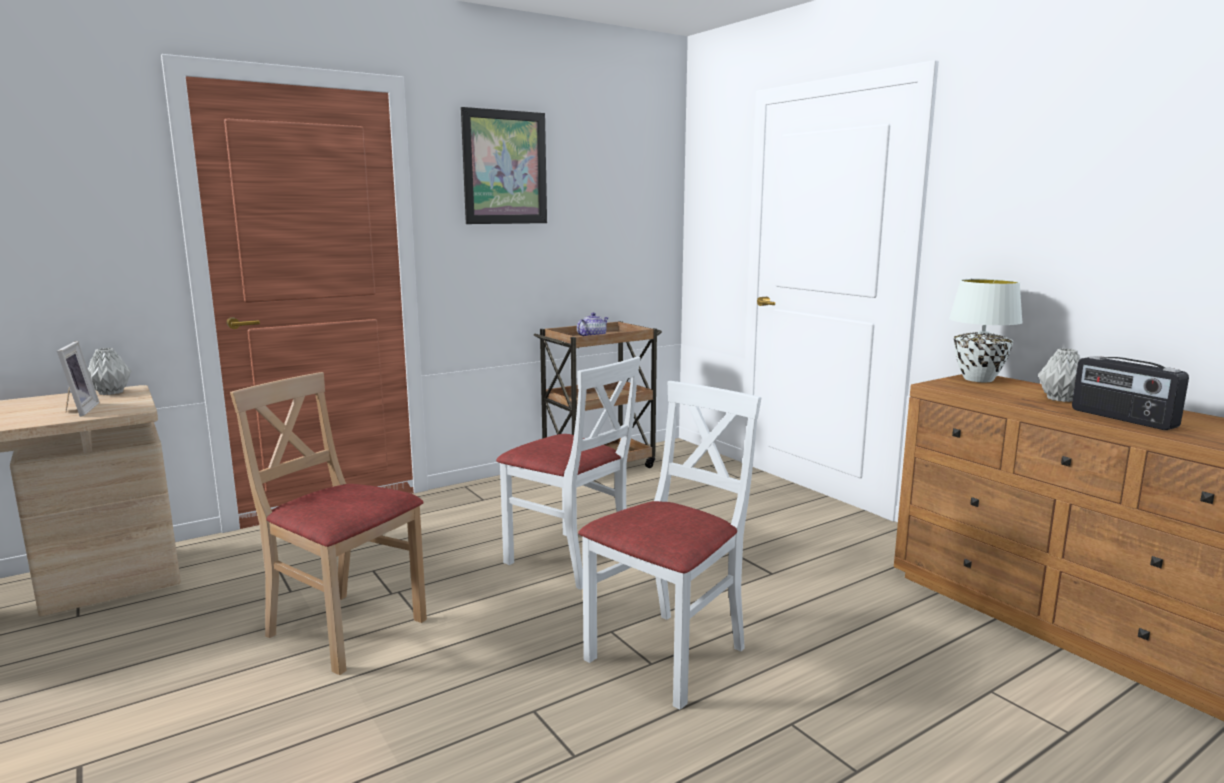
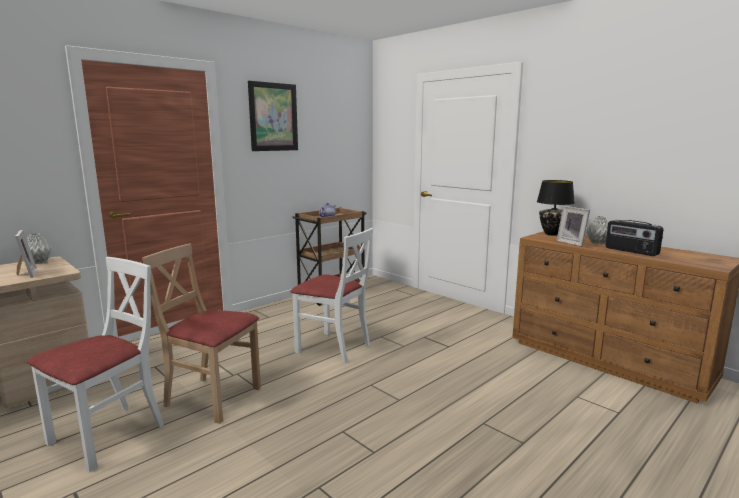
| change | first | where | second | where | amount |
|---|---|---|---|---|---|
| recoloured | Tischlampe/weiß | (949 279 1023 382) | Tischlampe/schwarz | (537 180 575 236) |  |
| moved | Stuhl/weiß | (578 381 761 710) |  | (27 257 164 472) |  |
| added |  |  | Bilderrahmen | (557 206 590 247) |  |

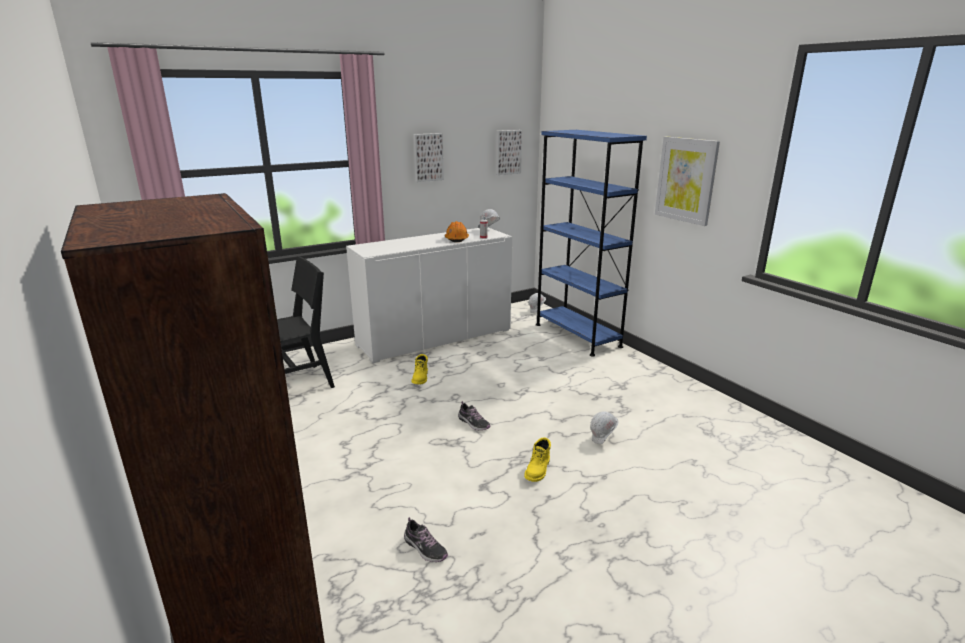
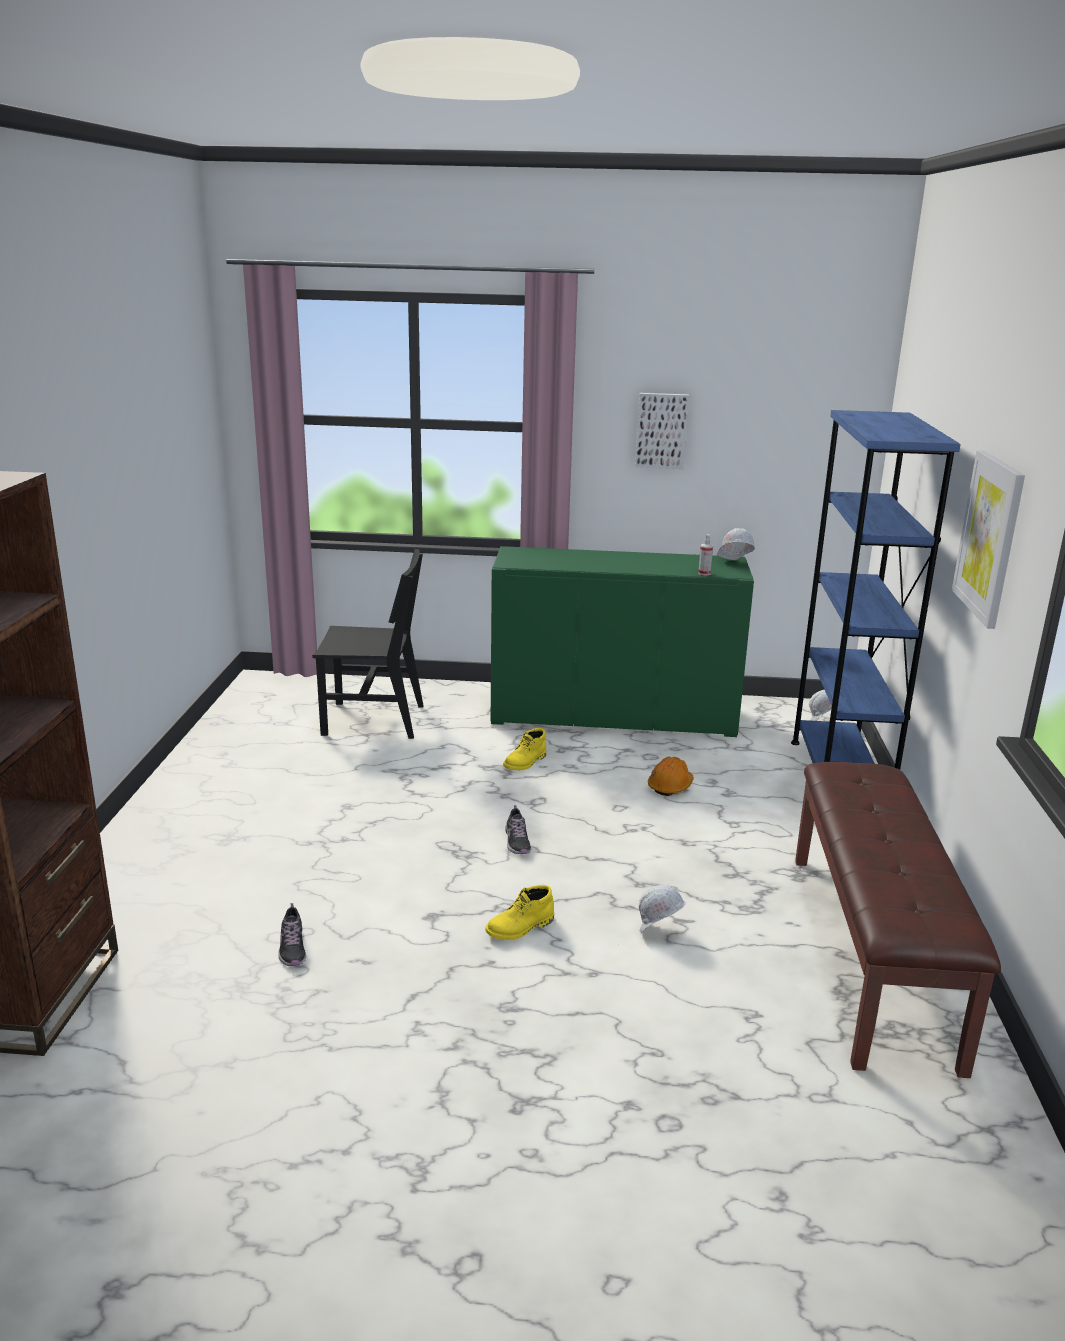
| change | first | where | second | where | amount |
|---|---|---|---|---|---|
| removed | Bild | (496 130 522 175) |  |  |  |
| moved | Schutzhelm/orange | (445 221 469 242) |  | (648 757 694 796) |  |
| recoloured | Schrank/weiß | (346 228 512 363) | Schrank/grün | (491 546 754 737) |  |
| added |  |  | Bank/braun | (795 762 1001 1078) |  |

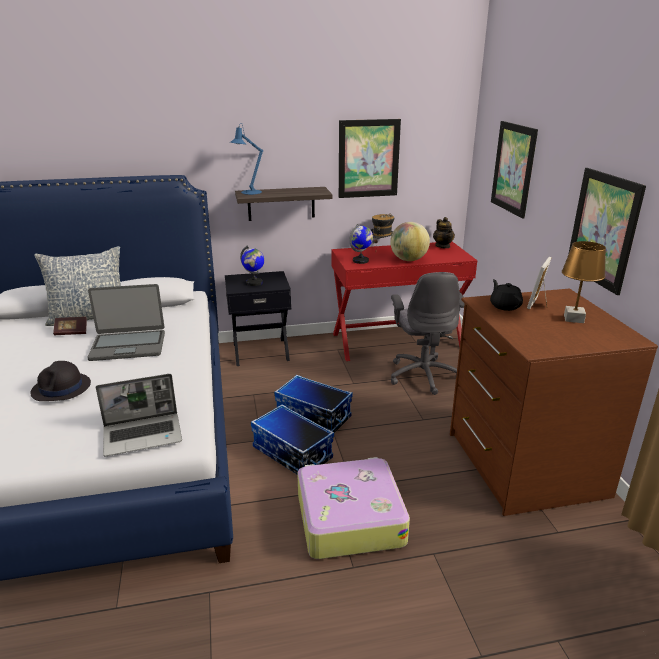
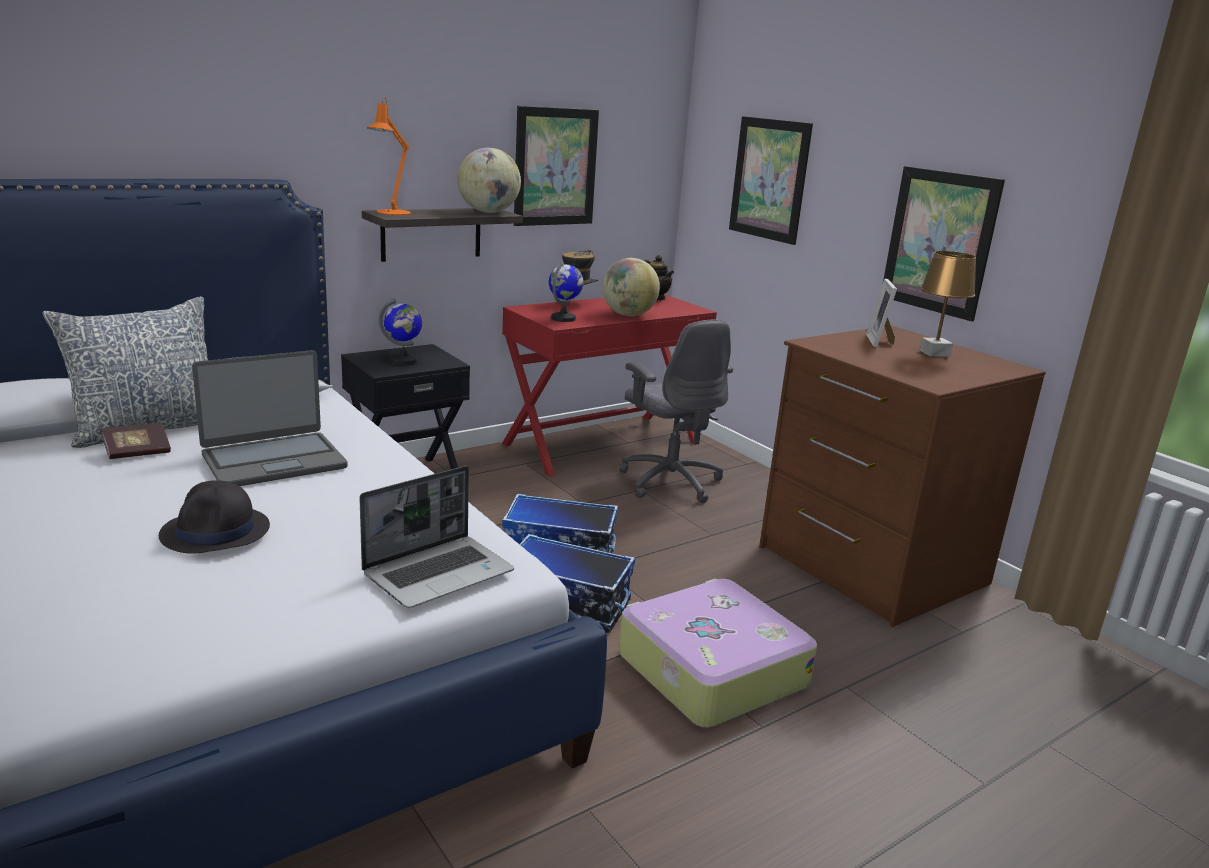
| change | first | where | second | where | amount |
|---|---|---|---|---|---|
| recoloured | Tischlampe/blau | (230 123 263 195) | Tischlampe/orange | (367 97 411 215) |  |
| removed | Teekanne/schwarz | (490 279 523 311) |  |  |  |
| added |  |  | Globus | (458 148 521 213) |  |

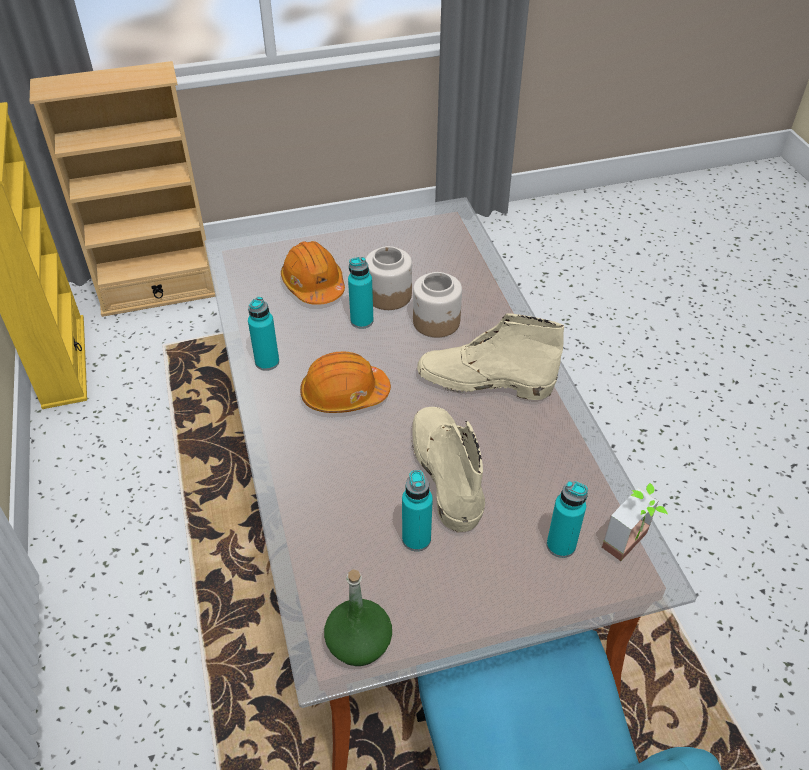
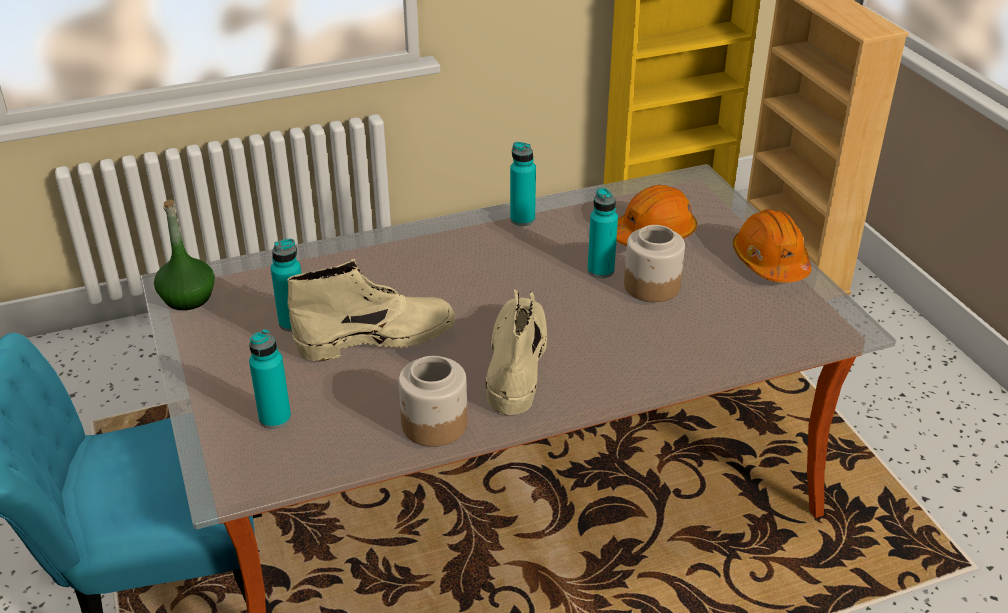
| change | first | where | second | where | amount |
|---|---|---|---|---|---|
| moved | Vorratsglas | (413 272 462 337) |  | (399 356 468 447) |  |
| moved | Schutzhelm/orange | (300 351 391 413) |  | (733 209 812 283) |  |
| removed | Topfpflanze | (602 483 668 561) |  |  |  |

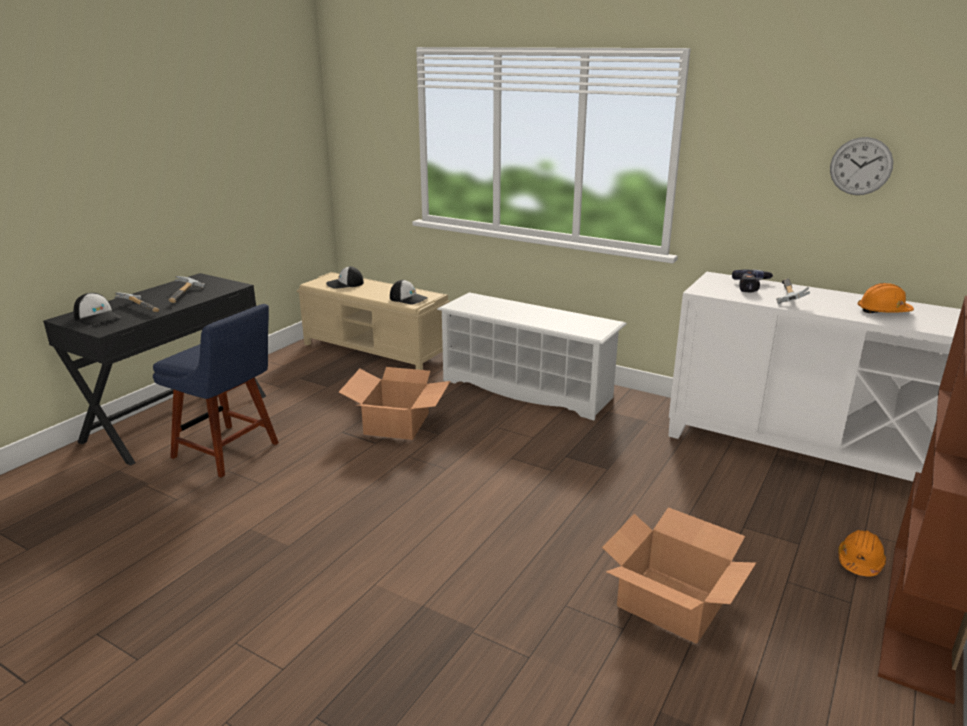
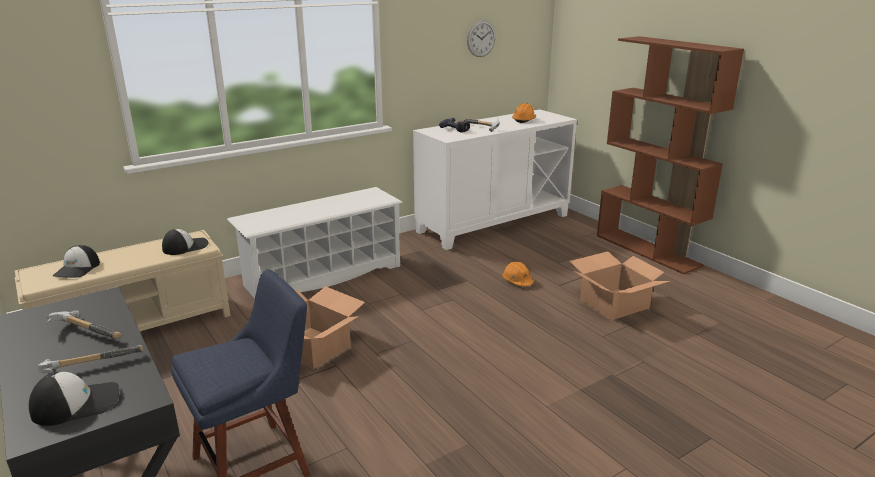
| change | first | where | second | where | amount |
|---|---|---|---|---|---|
| moved | Schutzhelm/orange | (838 530 886 577) |  | (502 262 534 286) |  |

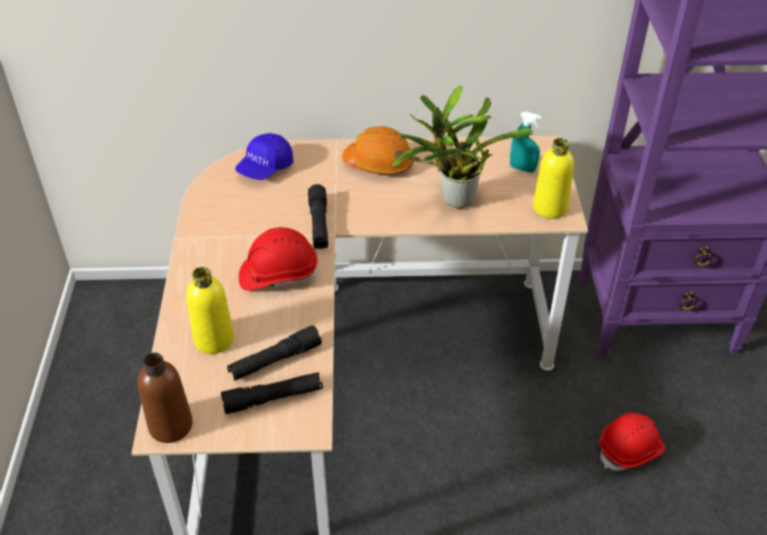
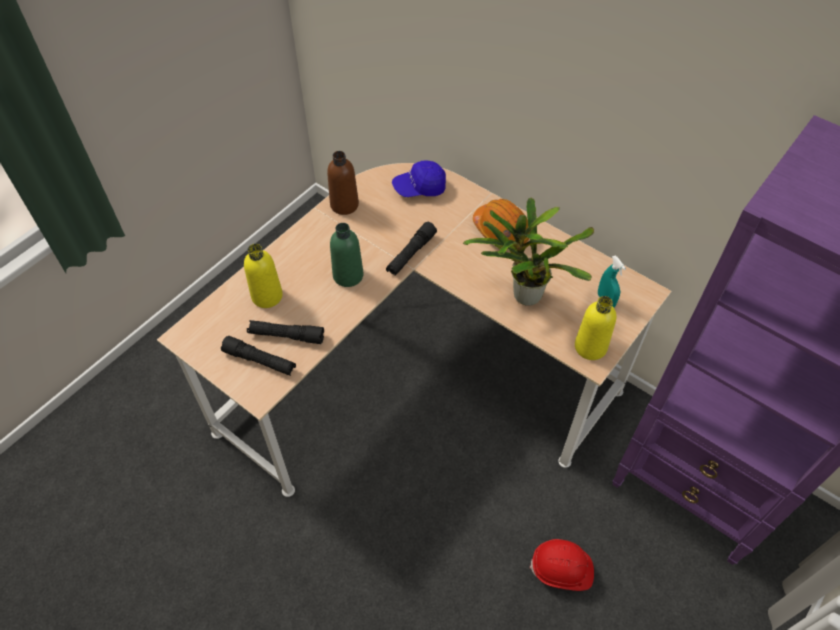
| change | first | where | second | where | amount |
|---|---|---|---|---|---|
| replaced | Schutzhelm/rot | (239 227 319 291) | Flasche/grün | (330 223 364 287) |  |
| moved | Flasche/braun | (138 353 193 443) |  | (327 151 359 215) |  |

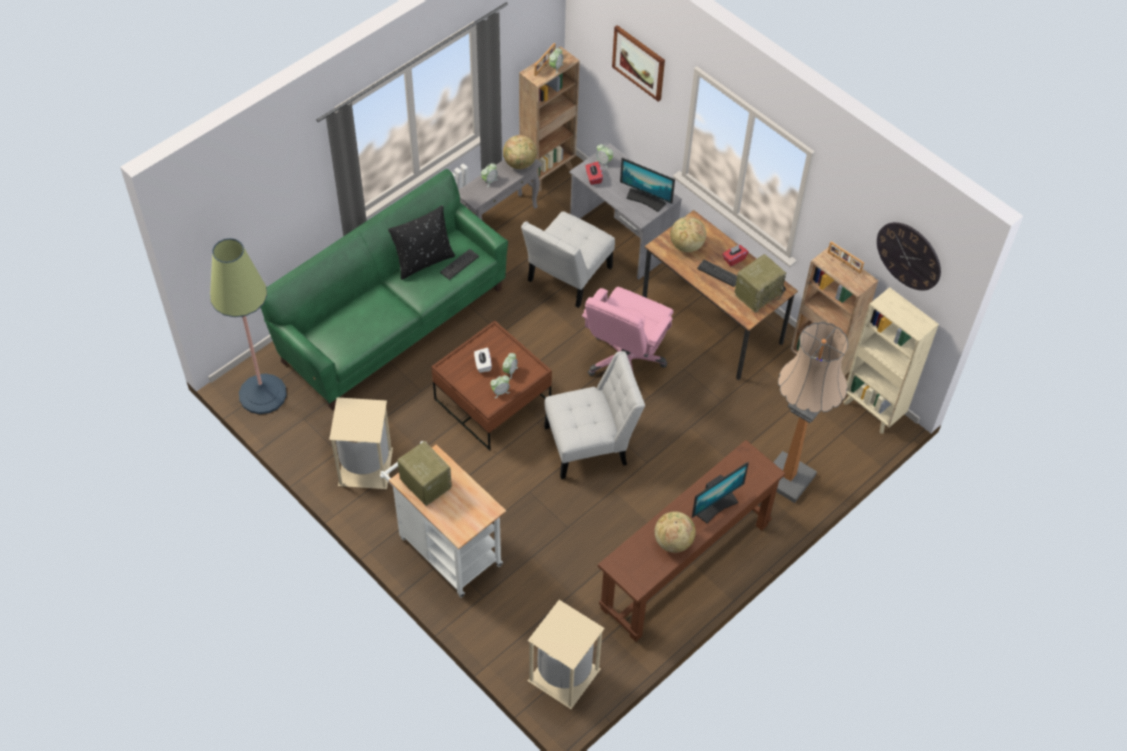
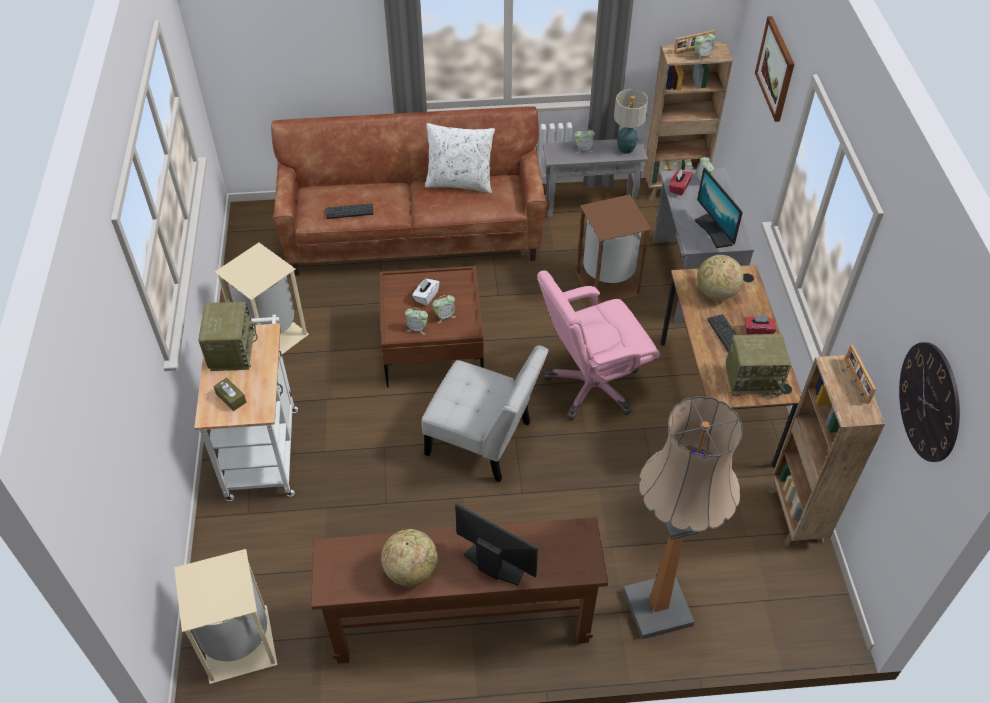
| change | first | where | second | where | amount |
|---|---|---|---|---|---|
| replaced | Globus | (503 135 537 169) | Tischlampe | (614 89 649 154) |  |
| recoloured | Sofa/grün | (260 169 508 411) | Sofa/braun | (271 106 547 276) |  |
| recoloured | Kissen/schwarz | (388 205 455 280) | Kissen/weiß | (425 123 495 193) |  |
| replaced | Stuhl/weiß | (521 211 615 308) | Mülleimer/braun | (575 194 651 304) |  |
| removed | Stehlampe | (210 238 287 414) |  |  |  |
| moved | Tastatur | (440 249 479 280) |  | (325 203 374 219) |  |
| removed | Bücherregal/beige | (843 287 939 434) |  |  |  |
| turned | Monitor | (692 462 749 523) |  | (455 503 538 586) | 150 degrees counterclockwise |
| added |  |  | Taschentuchbox/braun | (213 378 247 411) |  |

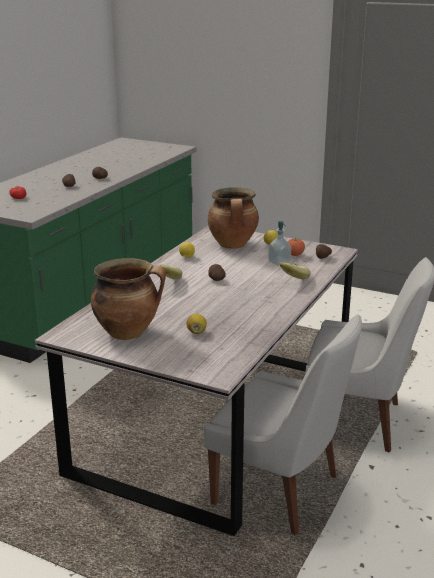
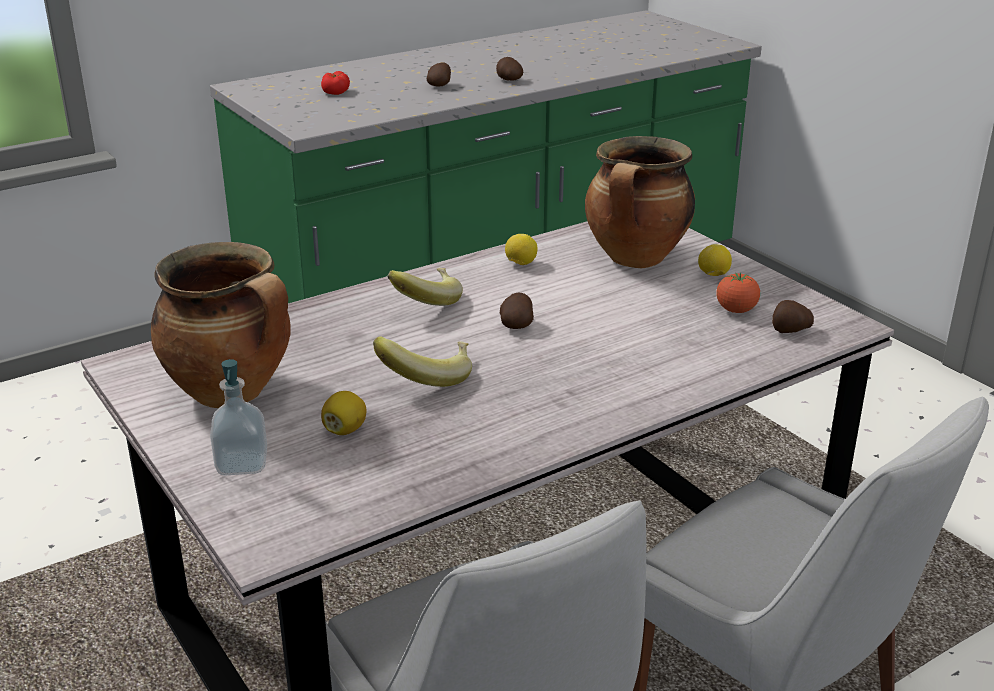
| change | first | where | second | where | amount |
|---|---|---|---|---|---|
| moved | Seifenspender | (268 221 291 266) |  | (210 359 267 476) |  |
| moved | Banane | (279 262 311 279) |  | (373 337 472 387) |  |

